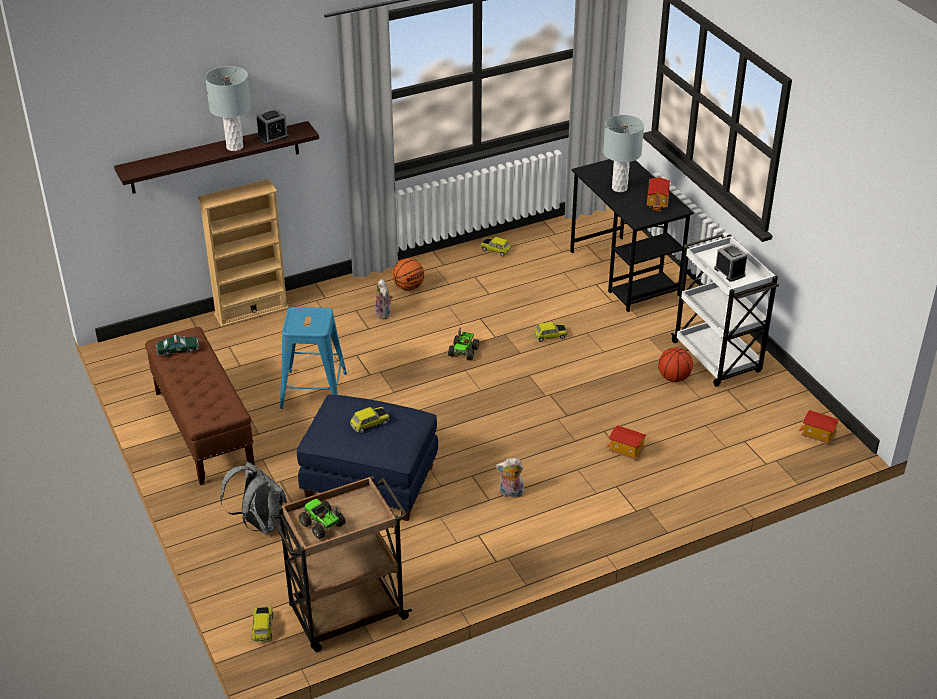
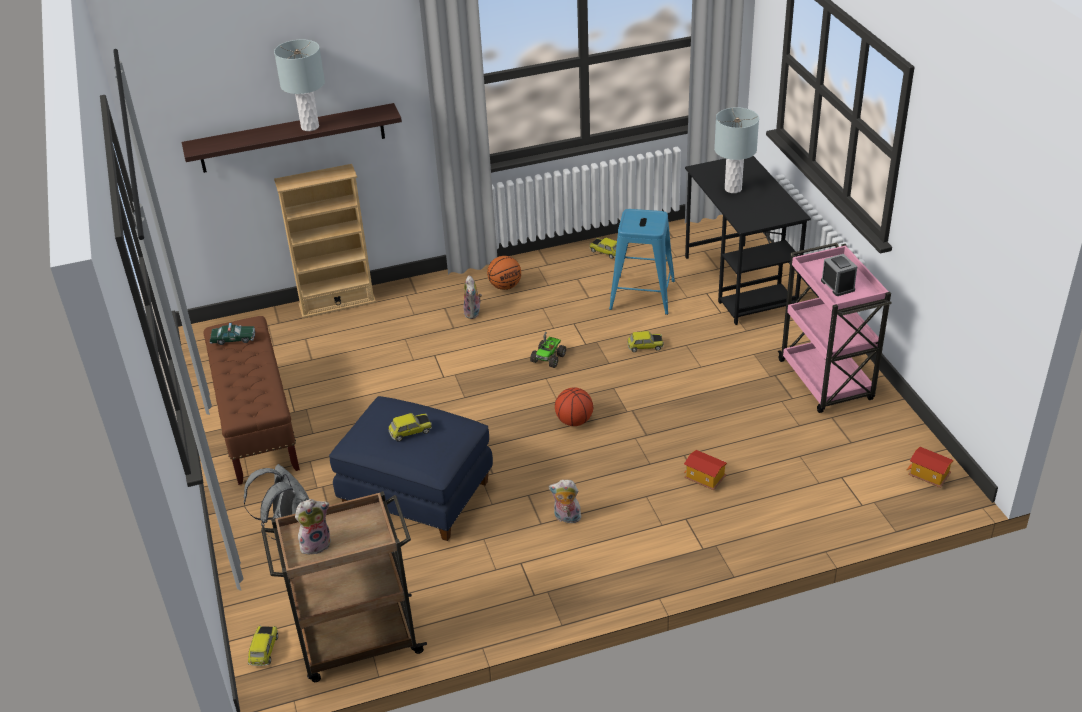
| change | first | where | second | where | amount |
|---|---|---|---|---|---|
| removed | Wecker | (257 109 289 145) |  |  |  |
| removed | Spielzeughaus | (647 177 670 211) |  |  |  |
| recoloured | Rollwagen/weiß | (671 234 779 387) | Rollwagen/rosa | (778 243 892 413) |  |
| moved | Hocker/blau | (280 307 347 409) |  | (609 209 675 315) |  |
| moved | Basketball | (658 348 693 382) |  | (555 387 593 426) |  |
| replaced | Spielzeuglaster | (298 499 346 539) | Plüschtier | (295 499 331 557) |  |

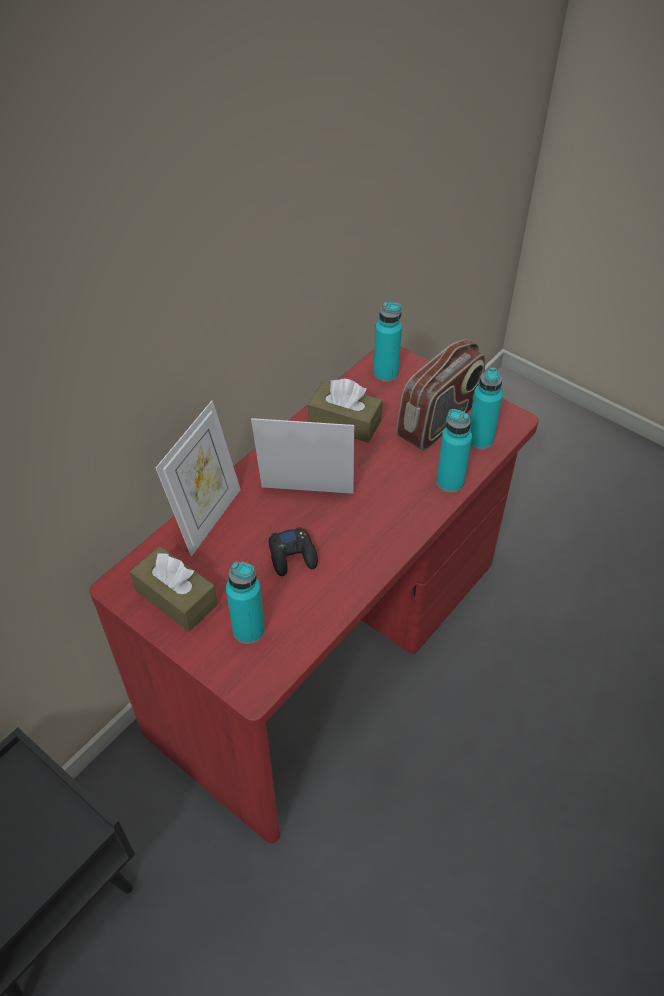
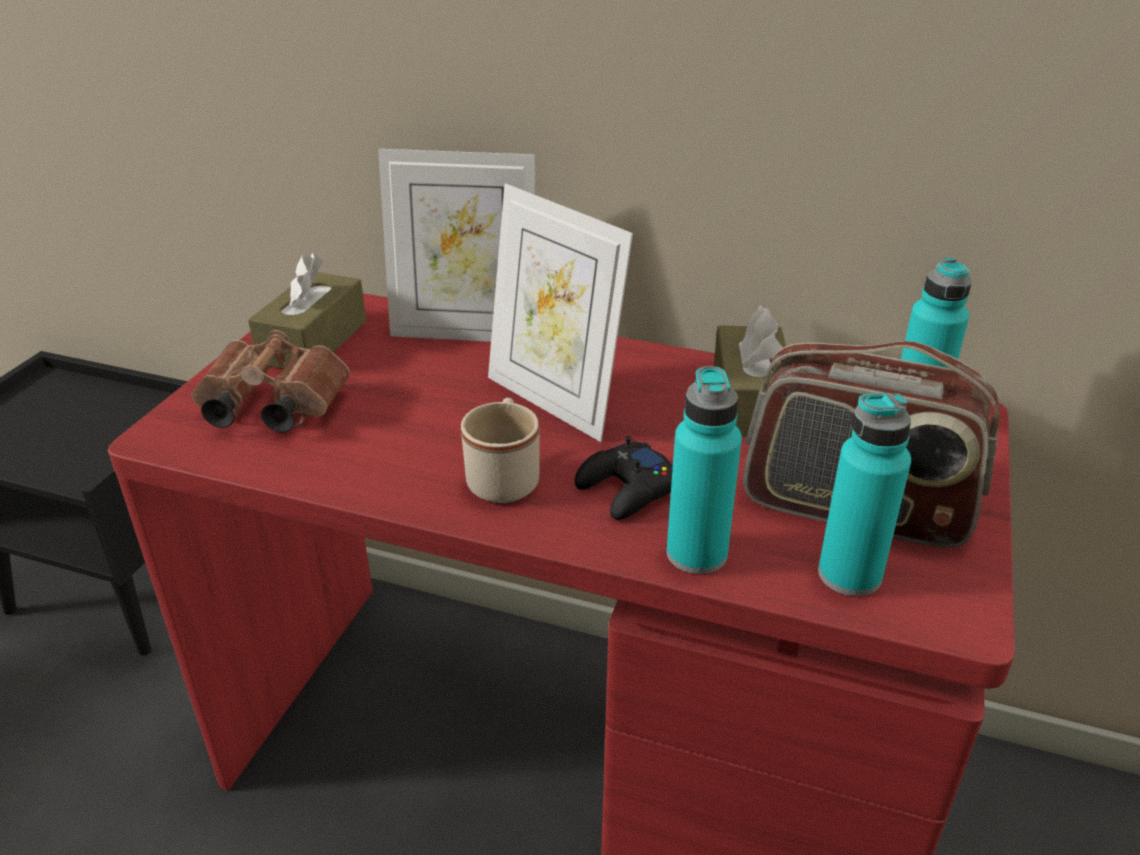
| change | first | where | second | where | amount |
|---|---|---|---|---|---|
| turned | Bilderrahmen | (251 418 354 494) |  | (488 184 633 442) | 150 degrees clockwise |
| moved | Gamepad/schwarz | (269 527 318 576) |  | (575 436 673 520) |  |
| replaced | Flasche/türkis | (226 562 265 644) | Fernglas/braun | (192 330 350 432) |  |
| added |  |  | Henkelbecher/beige | (461 398 540 503) |  |

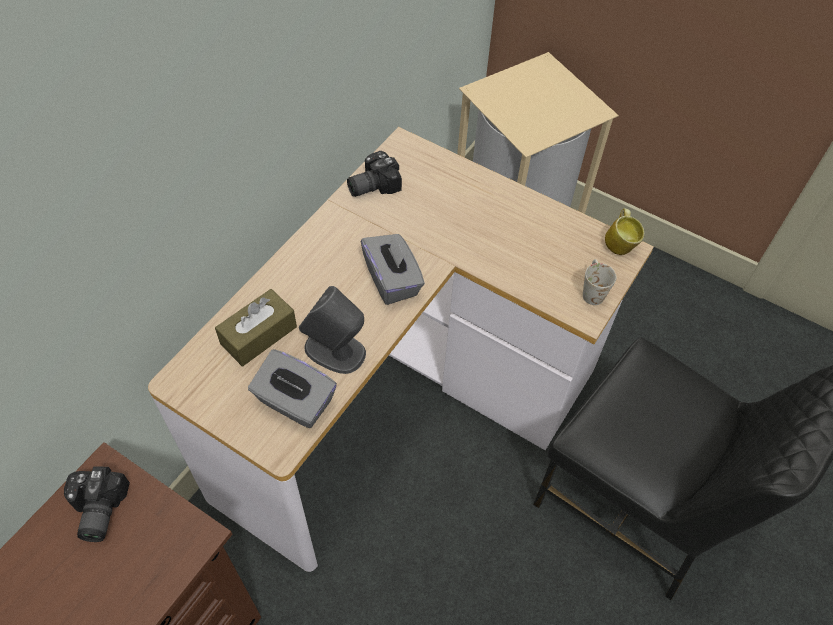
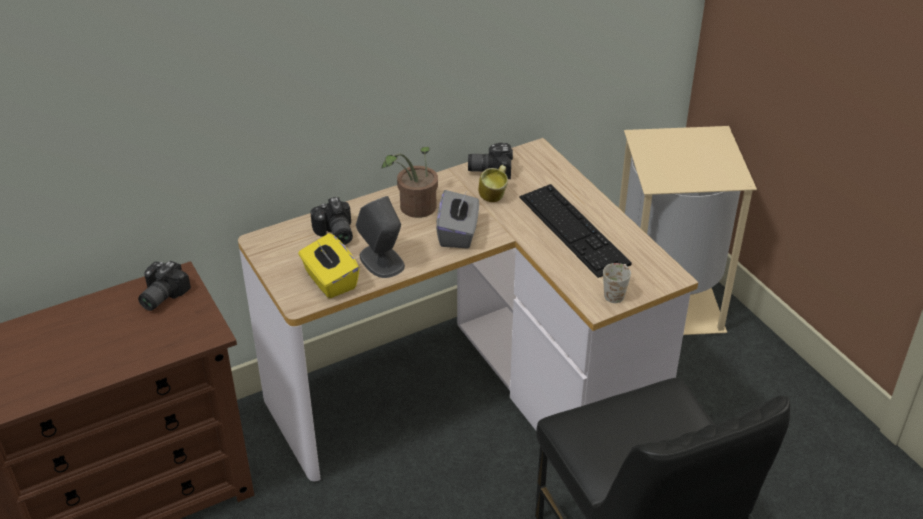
| change | first | where | second | where | amount |
|---|---|---|---|---|---|
| moved | Henkelbecher | (605 208 645 255) |  | (479 165 508 202) |  |
| replaced | Taschentuchbox/braun | (215 289 297 366) | Kamera | (310 197 353 245) |  |
| recoloured | Taschentuchbox/grau | (248 349 337 428) | Taschentuchbox/gelb | (298 233 360 298) |  |
| added |  |  | Topfpflanze | (381 147 438 218) |  |
| added |  |  | Tastatur | (519 184 632 278) |  |

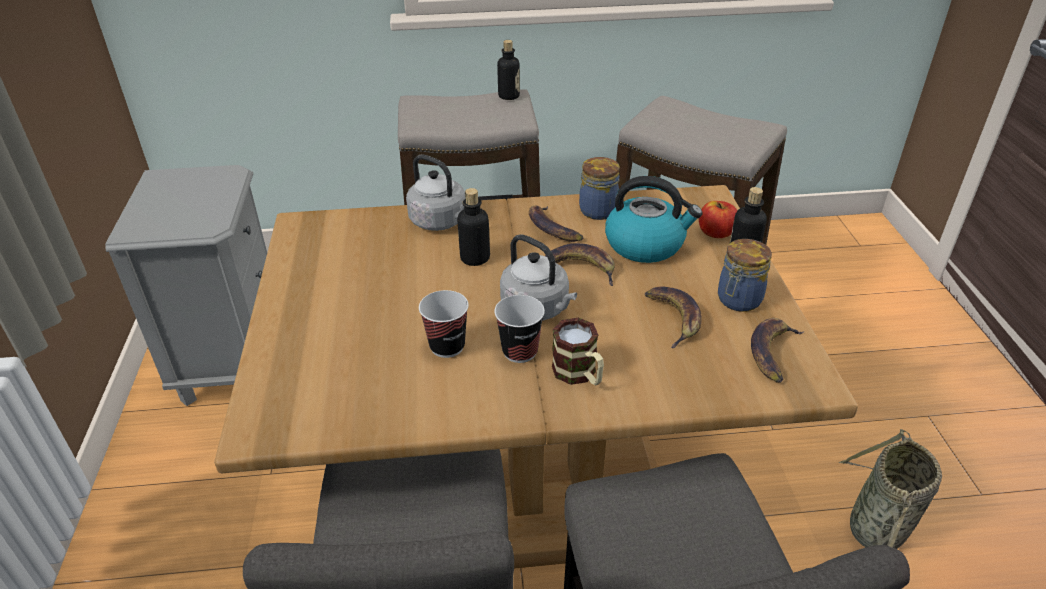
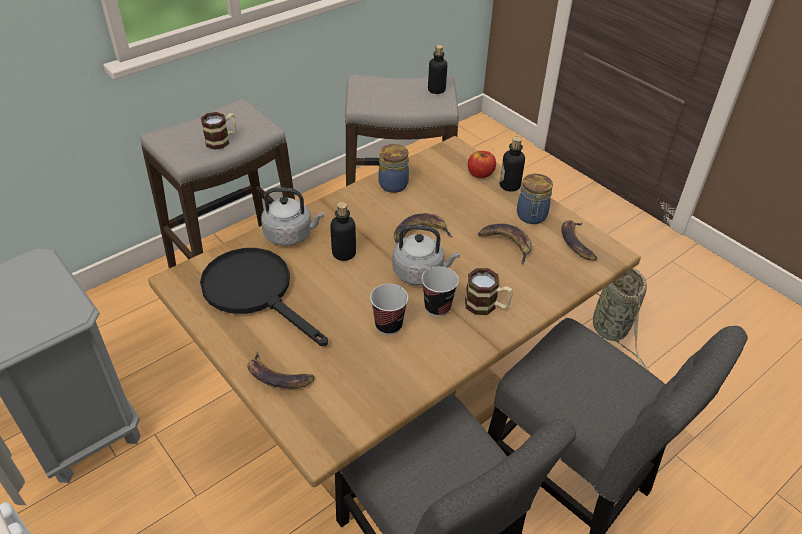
| change | first | where | second | where | amount |
|---|---|---|---|---|---|
| moved | Flasche | (497 40 520 100) |  | (428 45 447 94) |  |
| removed | Wasserkessel | (605 176 703 263) |  |  |  |
| moved | Banane | (529 205 583 242) |  | (247 352 315 388) |  |
| added |  |  | Henkelbecher | (201 112 237 150) |  |
| added |  |  | Pfanne/schwarz | (200 248 328 346) |  |

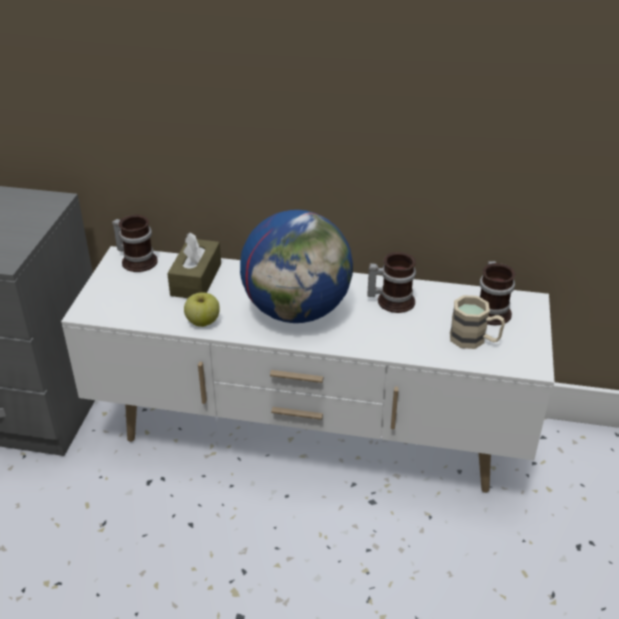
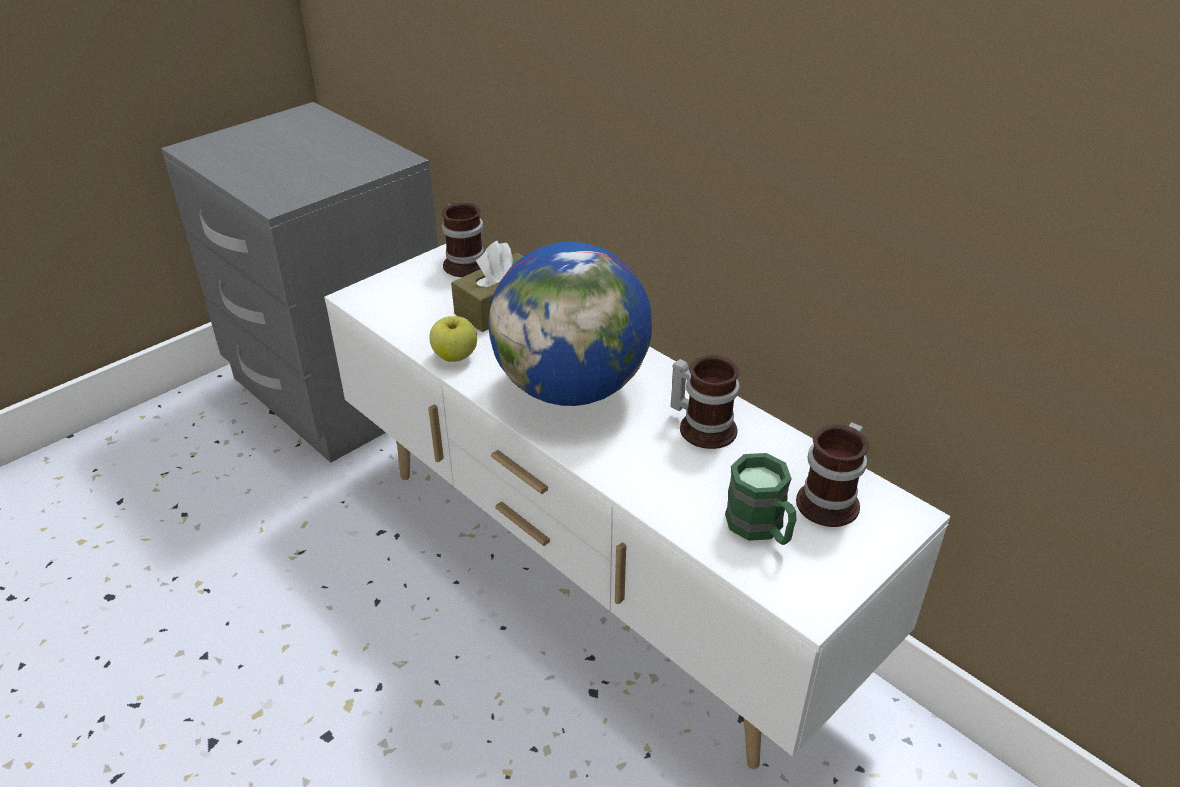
| change | first | where | second | where | amount |
|---|---|---|---|---|---|
| recoloured | Henkelbecher/beige | (450 295 505 349) | Henkelbecher/grün | (725 453 796 545) |  |

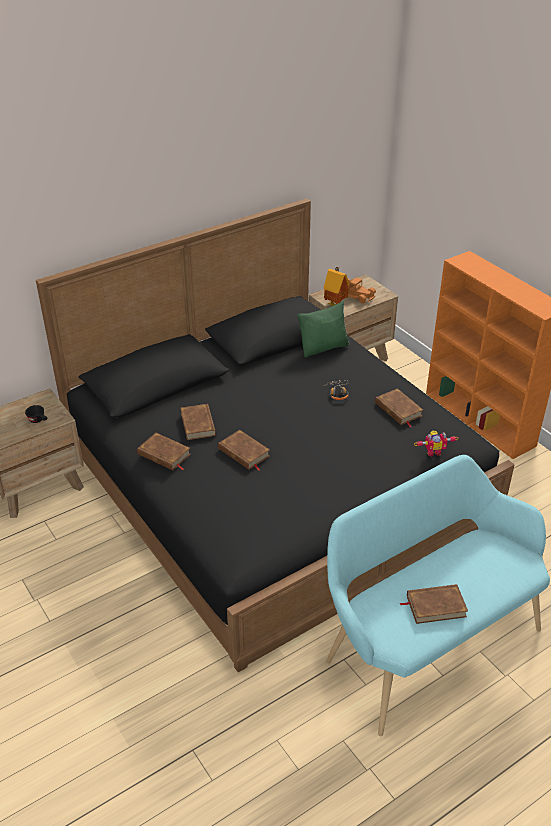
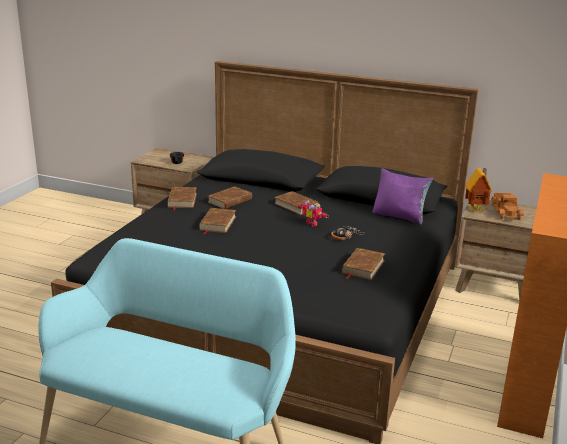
| change | first | where | second | where | amount |
|---|---|---|---|---|---|
| recoloured | Kissen/grün | (297 301 350 357) | Kissen/lila | (373 168 433 225) |  |
| moved | Spielzeugroboter | (414 431 458 457) |  | (296 200 328 226) |  |
| moved | Buch/braun | (400 584 468 624) |  | (274 191 319 215) |  |

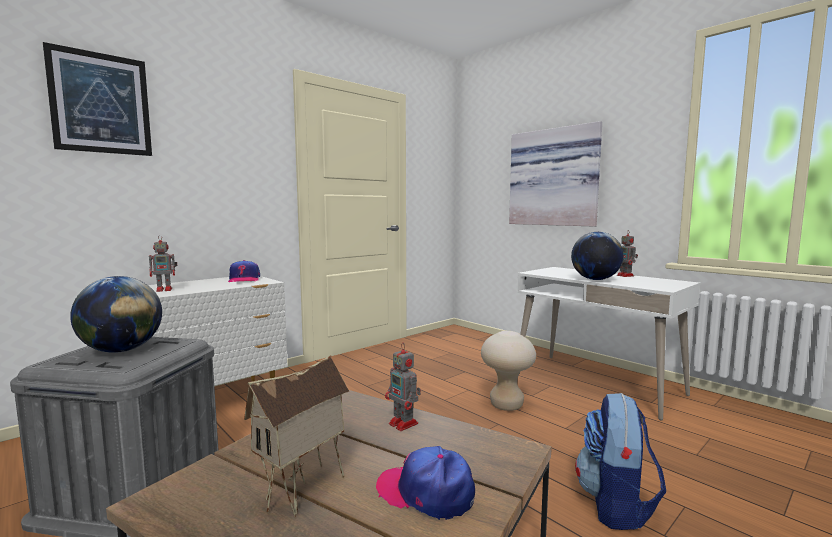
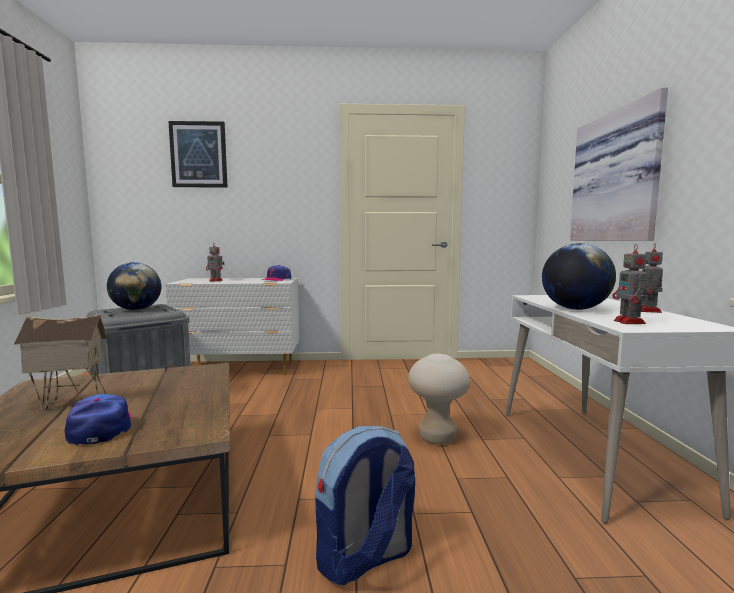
| change | first | where | second | where | amount |
|---|---|---|---|---|---|
| moved | Spielzeugroboter | (385 343 421 431) |  | (612 244 651 324) |  |

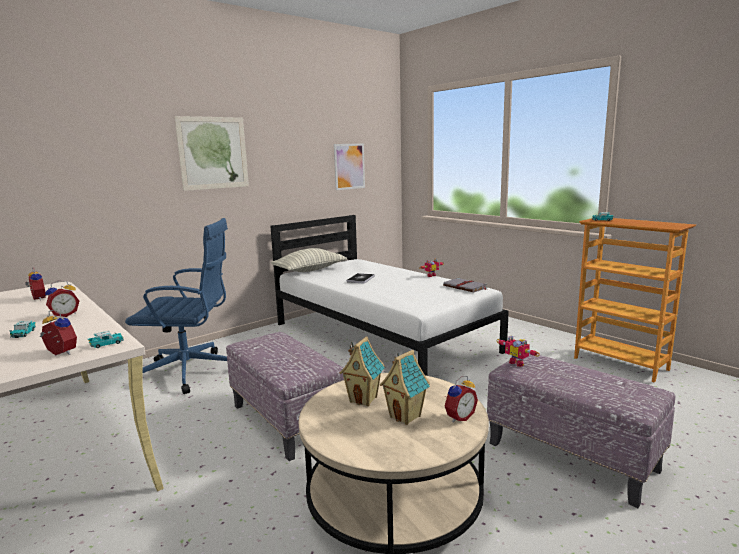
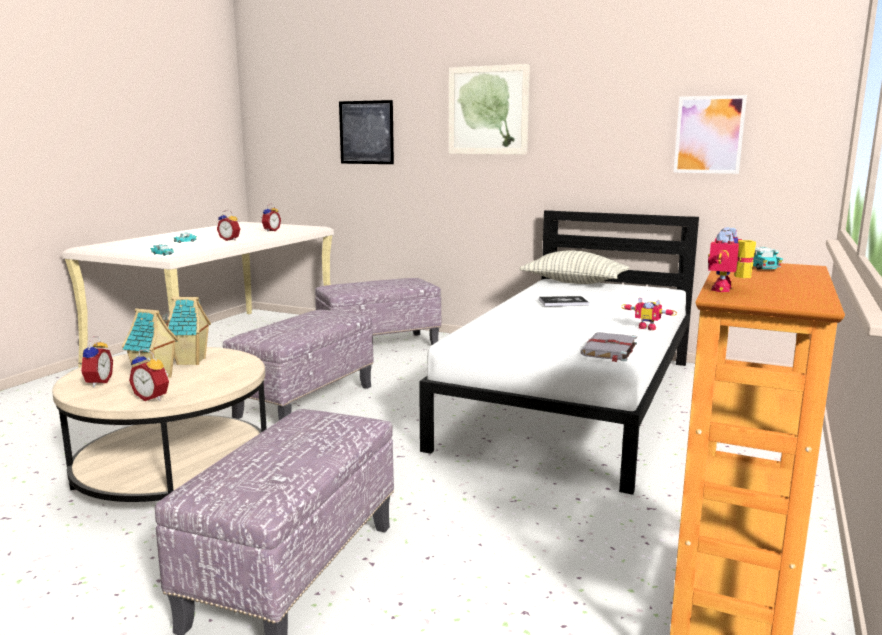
| change | first | where | second | where | amount |
|---|---|---|---|---|---|
| replaced | Bürostuhl/blau | (125 218 228 394) | Polsterhocker | (315 278 441 345) |  |
| moved | Wecker | (39 310 77 355) |  | (79 336 113 387) |  |
| moved | Spielzeugroboter | (496 335 540 367) |  | (708 227 756 292) |  |
| added |  |  | Bild | (339 100 394 164) |  |

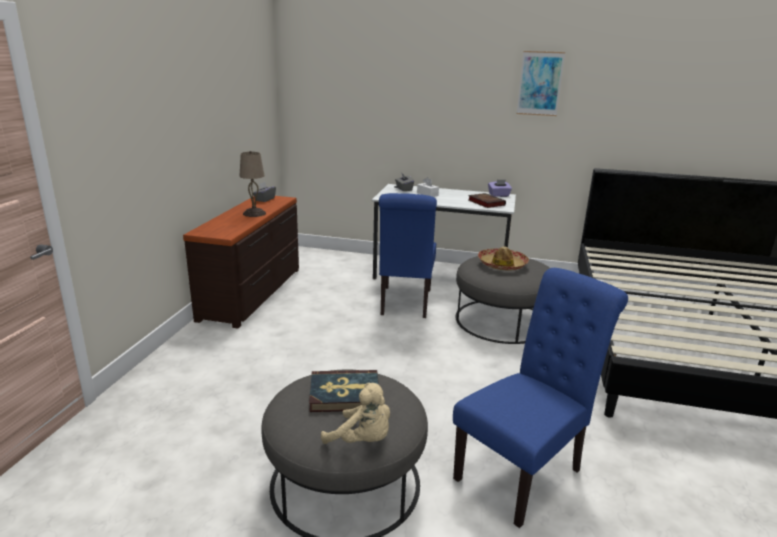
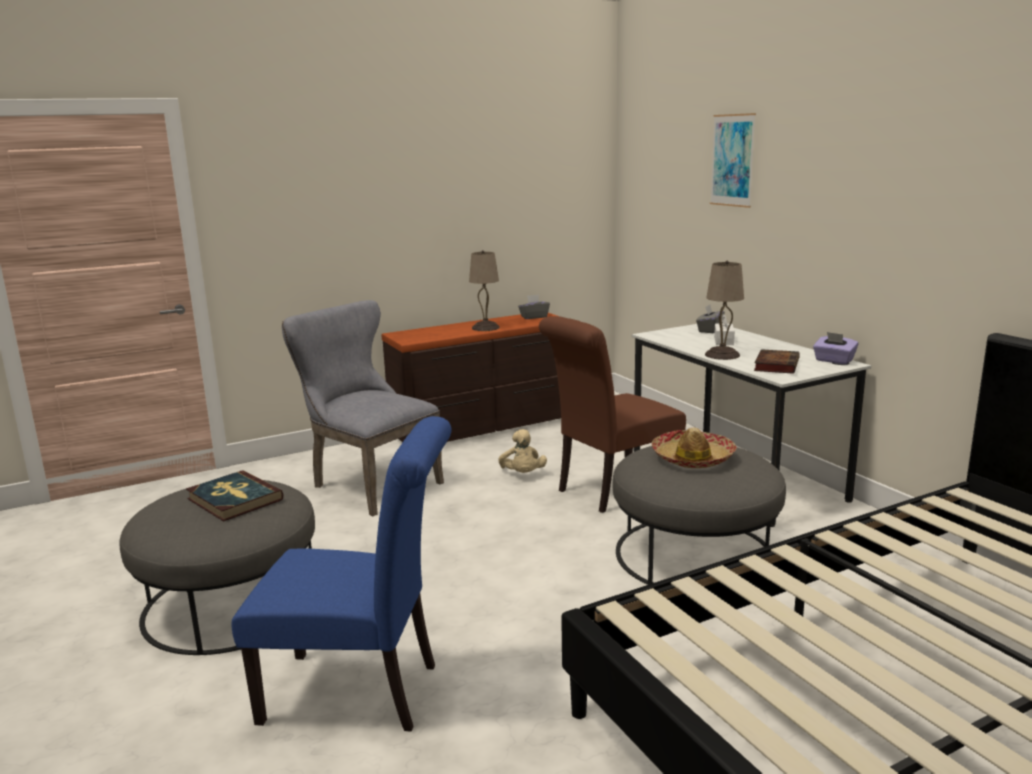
| change | first | where | second | where | amount |
|---|---|---|---|---|---|
| moved | Bild | (517 51 565 116) |  | (710 113 756 208) |  |
| recoloured | Stuhl/blau | (379 193 437 318) | Stuhl/braun | (539 316 686 513) |  |
| moved | Plüschtier/beige | (321 383 390 444) |  | (498 429 547 473) |  |
| added |  |  | Tischlampe/beige | (705 261 744 360) |  |
| added |  |  | Stuhl/grau | (282 300 444 516) |  |

